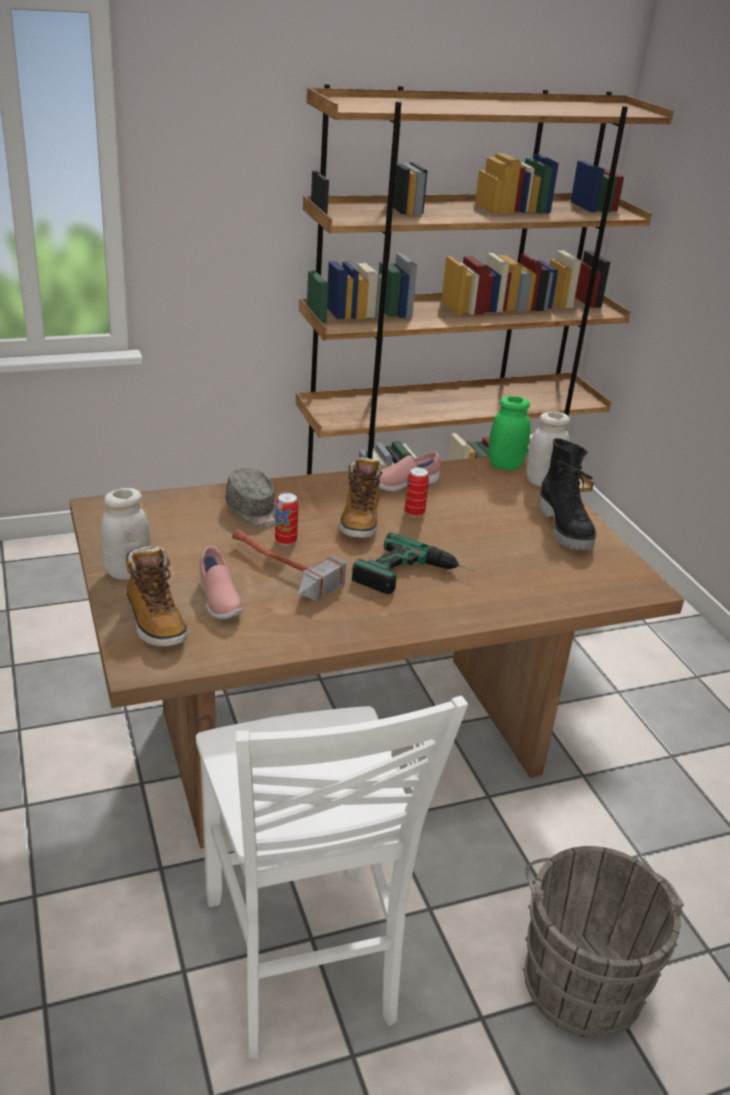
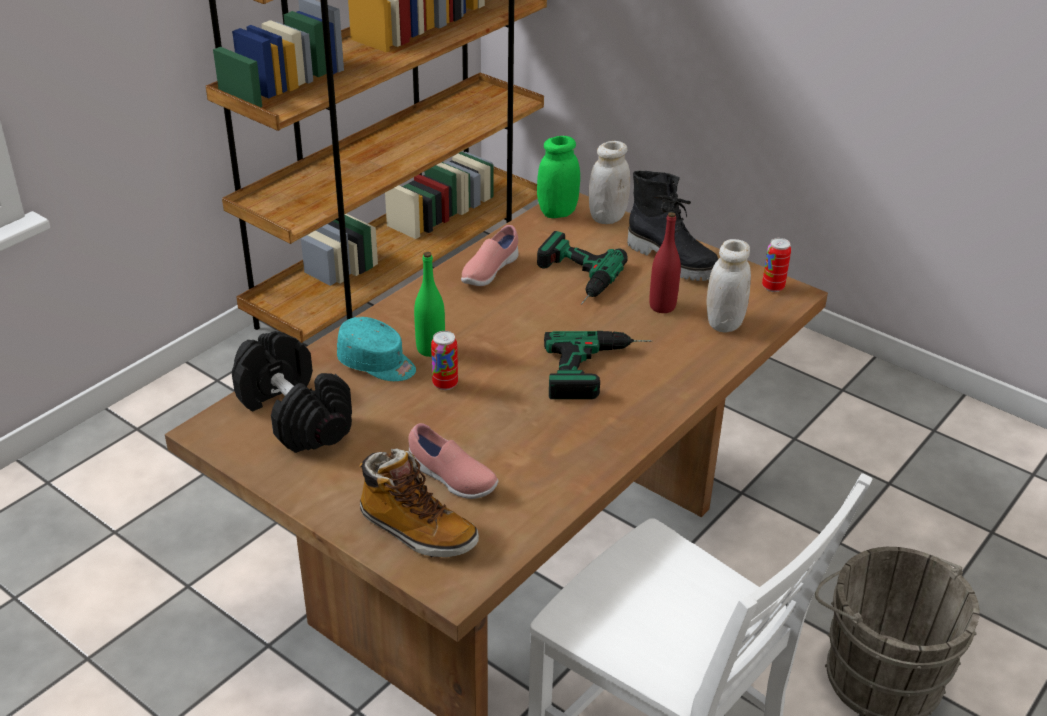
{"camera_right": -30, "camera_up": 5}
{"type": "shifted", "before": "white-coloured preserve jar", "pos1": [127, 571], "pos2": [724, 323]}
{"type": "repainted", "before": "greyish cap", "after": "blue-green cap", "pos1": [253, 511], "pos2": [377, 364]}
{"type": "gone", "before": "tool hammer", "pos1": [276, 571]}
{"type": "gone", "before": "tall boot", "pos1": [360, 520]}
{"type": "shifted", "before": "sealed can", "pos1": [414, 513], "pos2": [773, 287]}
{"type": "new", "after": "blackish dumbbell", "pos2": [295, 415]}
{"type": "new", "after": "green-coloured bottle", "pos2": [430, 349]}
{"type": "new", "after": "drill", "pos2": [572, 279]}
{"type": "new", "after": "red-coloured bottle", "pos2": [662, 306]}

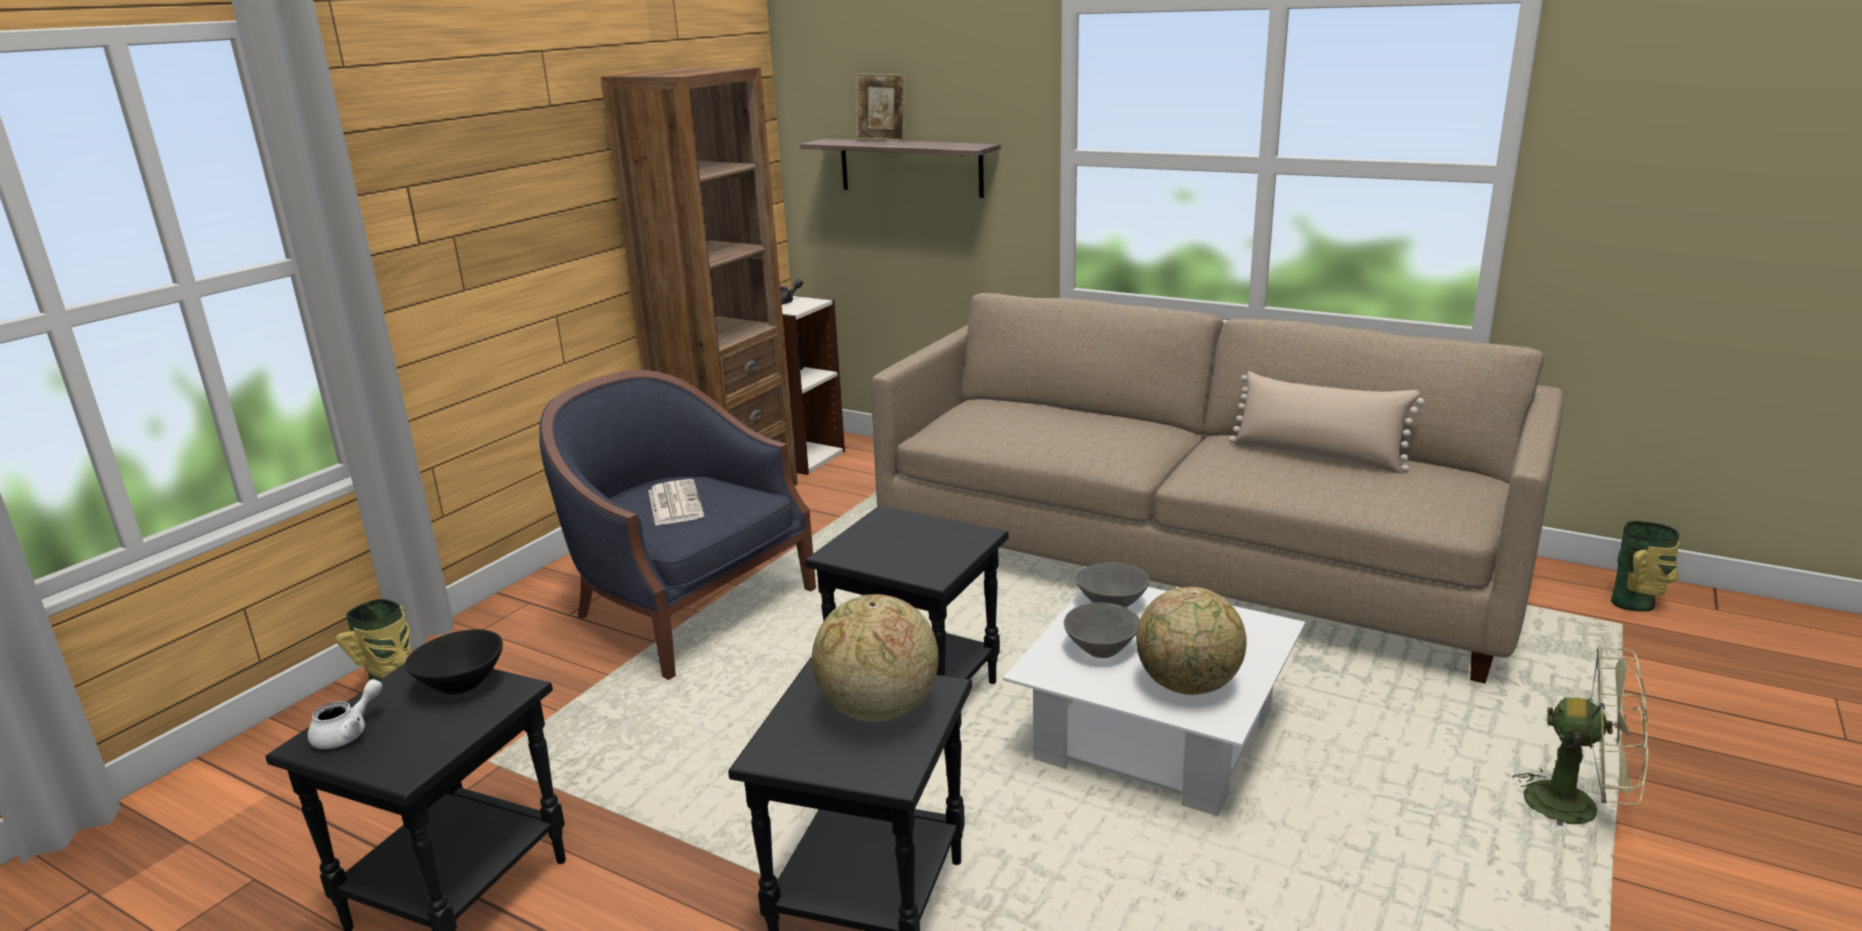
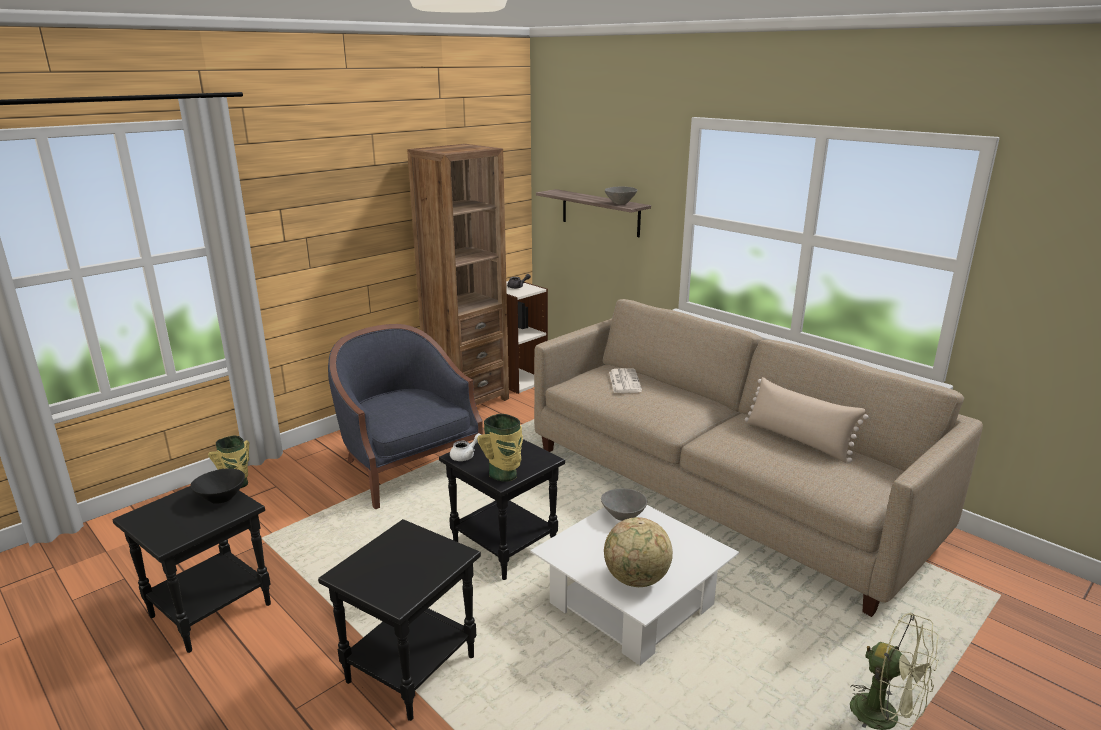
{"camera_right": 15, "camera_up": 0}
{"type": "shifted", "before": "white-coloured teapot", "pos1": [348, 733], "pos2": [466, 456]}
{"type": "shifted", "before": "printed paper", "pos1": [674, 503], "pos2": [624, 381]}
{"type": "gone", "before": "world globe", "pos1": [877, 710]}
{"type": "gone", "before": "photo frame", "pos1": [882, 140]}
{"type": "shifted", "before": "greyish deep dish", "pos1": [1100, 650], "pos2": [620, 203]}
{"type": "shifted", "before": "vase", "pos1": [1635, 604], "pos2": [504, 475]}

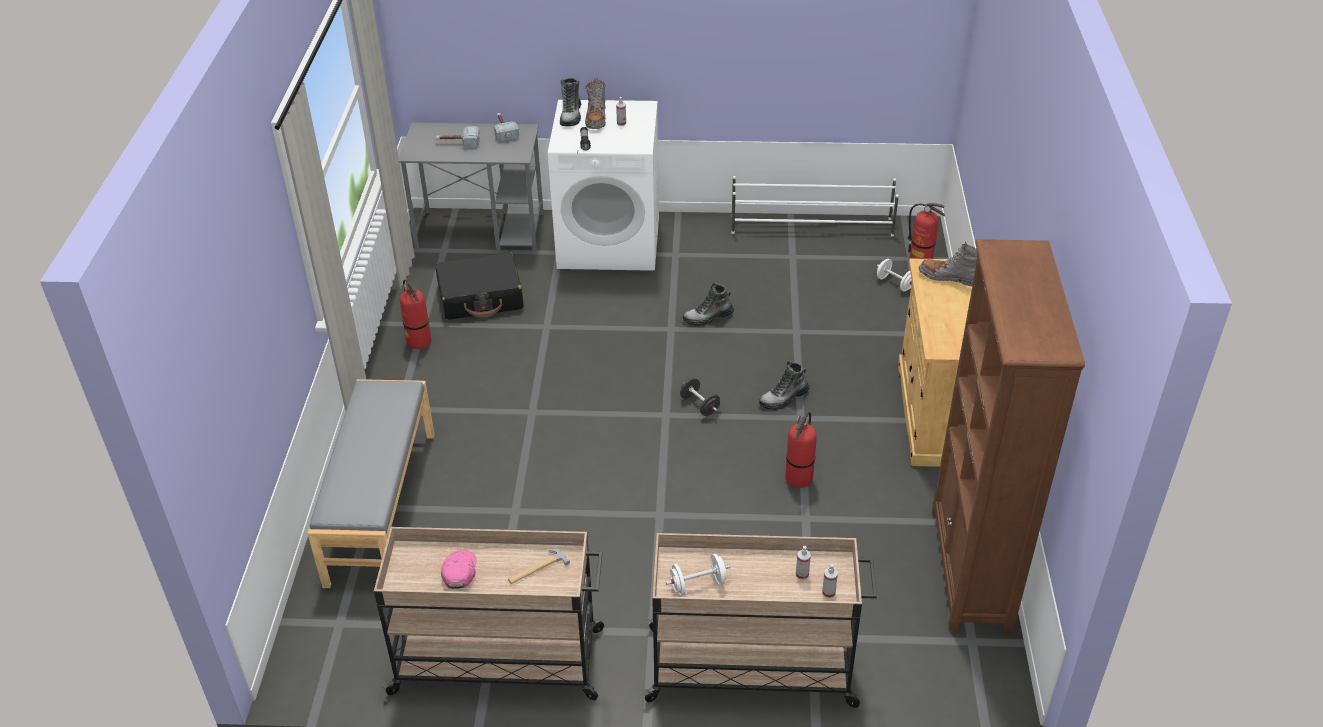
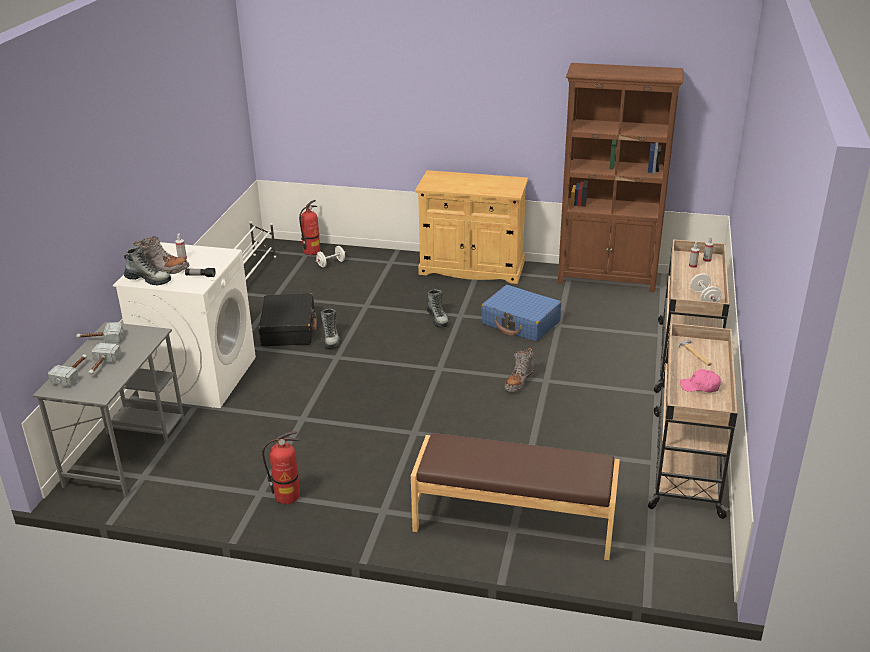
{"camera_right": -80, "camera_up": -10}
{"type": "repainted", "before": "greyish long seat", "after": "brown long seat", "pos1": [380, 507], "pos2": [513, 524]}
{"type": "shifted", "before": "blackish piece of luggage", "pos1": [481, 297], "pos2": [288, 329]}
{"type": "gone", "before": "blackish dumbbell", "pos1": [699, 405]}
{"type": "swapped", "before": "extinguisher", "after": "blue-coloured piece of luggage", "pos1": [799, 478], "pos2": [521, 323]}
{"type": "shifted", "before": "greyish tall boot", "pos1": [950, 277], "pos2": [518, 382]}
{"type": "new", "after": "tool hammer", "pos2": [73, 374]}

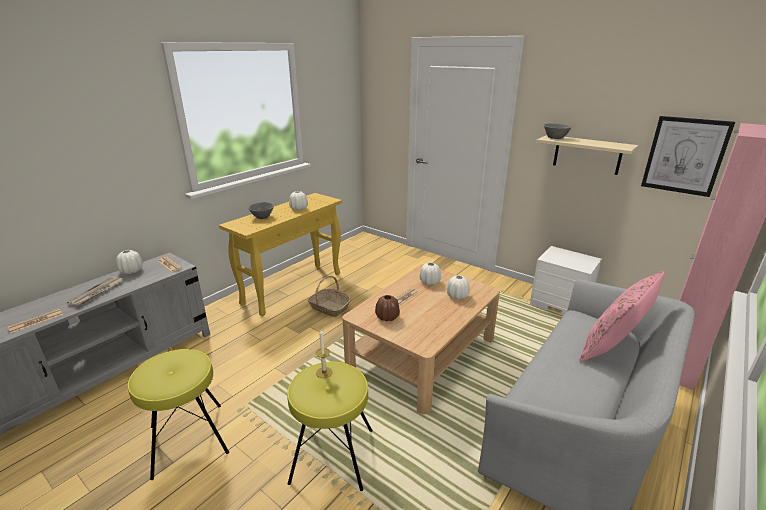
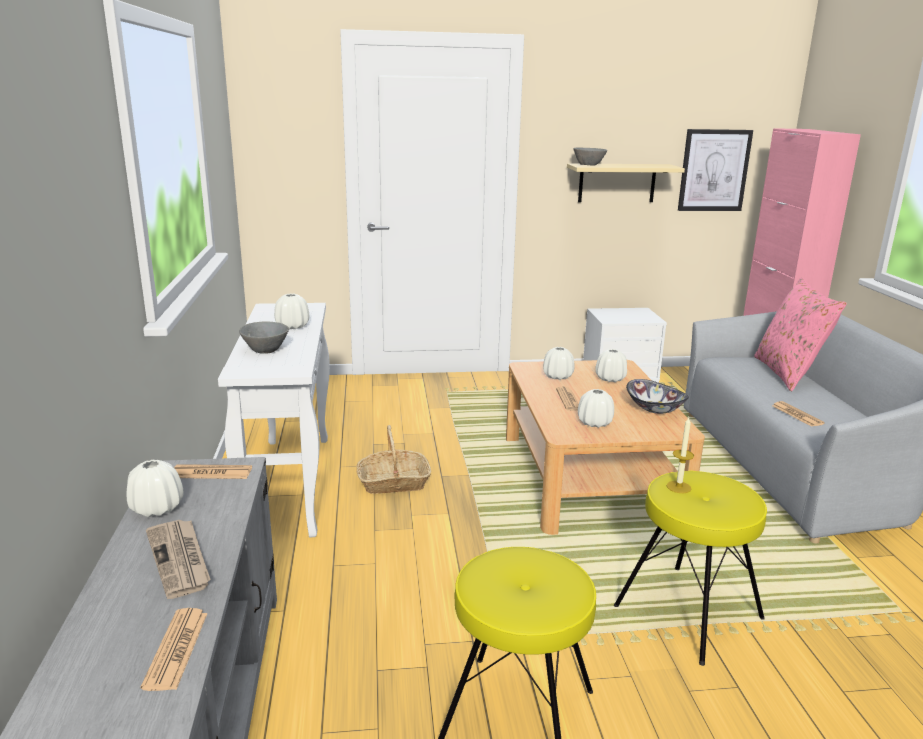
{"camera_right": -45, "camera_up": -5}
{"type": "repainted", "before": "yellowish narrow table", "after": "white-coloured narrow table", "pos1": [293, 288], "pos2": [289, 483]}
{"type": "repainted", "before": "brown vase", "after": "white-coloured vase", "pos1": [387, 317], "pos2": [595, 423]}
{"type": "new", "after": "deep dish", "pos2": [655, 409]}
{"type": "new", "after": "printed paper", "pos2": [797, 415]}

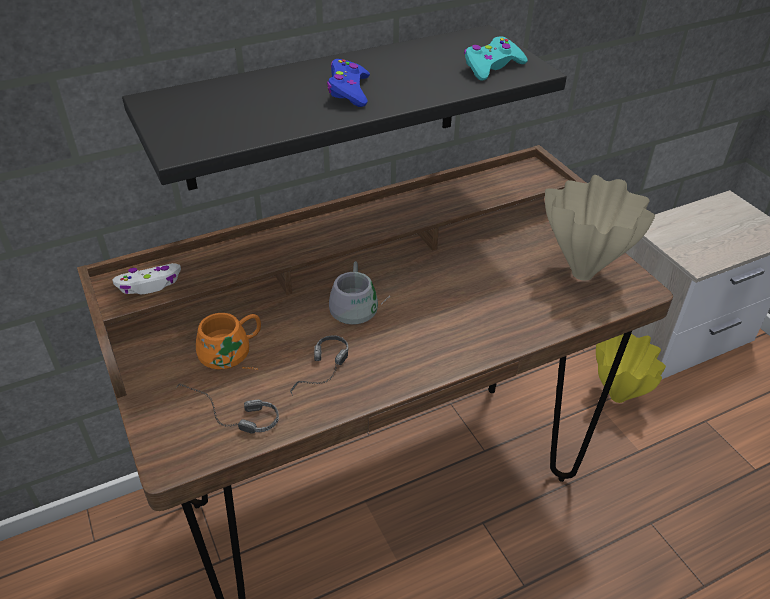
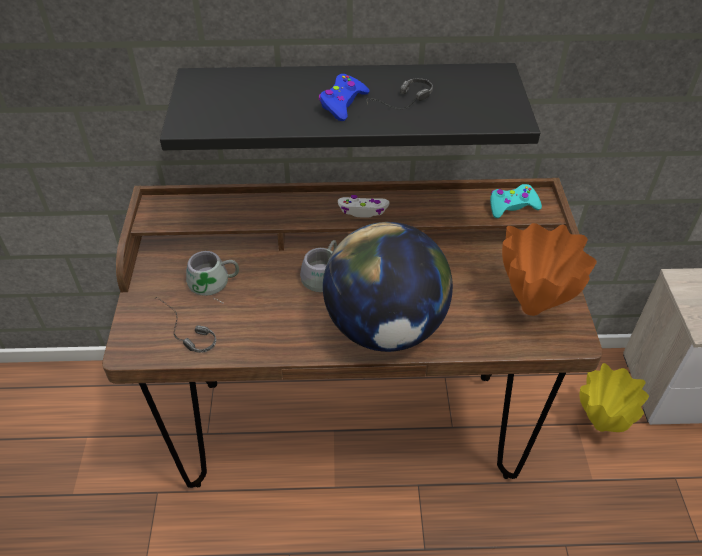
{"camera_right": 25, "camera_up": 5}
{"type": "shifted", "before": "white-coloured game controller", "pos1": [150, 284], "pos2": [363, 210]}
{"type": "repainted", "before": "orangey tea mug", "after": "greyish tea mug", "pos1": [233, 353], "pos2": [213, 285]}
{"type": "shifted", "before": "headset", "pos1": [322, 376], "pos2": [401, 105]}
{"type": "shifted", "before": "blue-green game controller", "pos1": [492, 67], "pos2": [512, 206]}
{"type": "repainted", "before": "beige vase", "after": "orangey vase", "pos1": [584, 274], "pos2": [532, 309]}
{"type": "new", "after": "world globe", "pos2": [385, 327]}

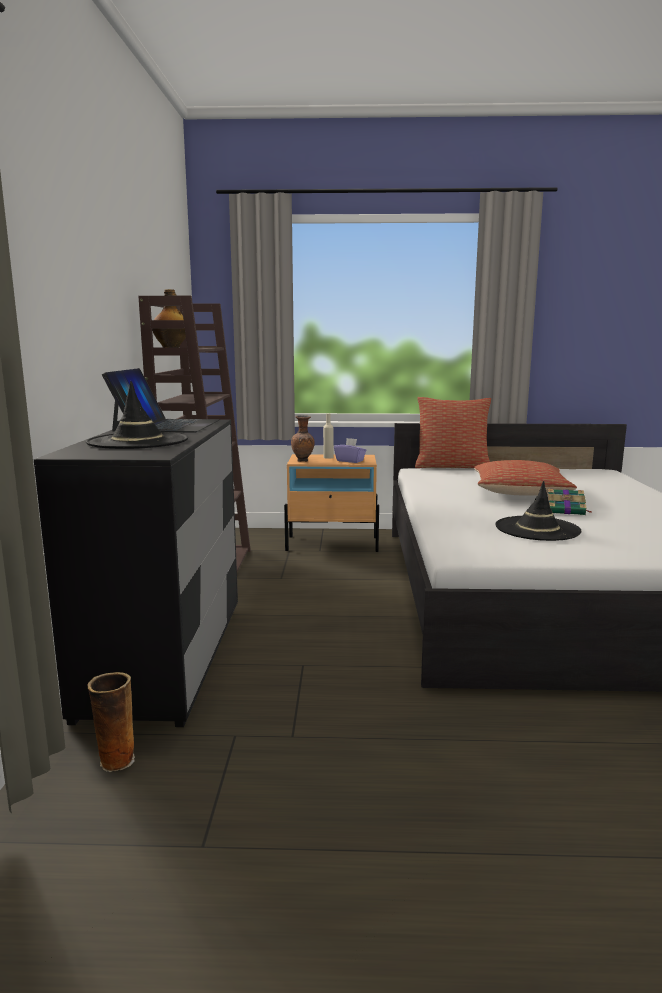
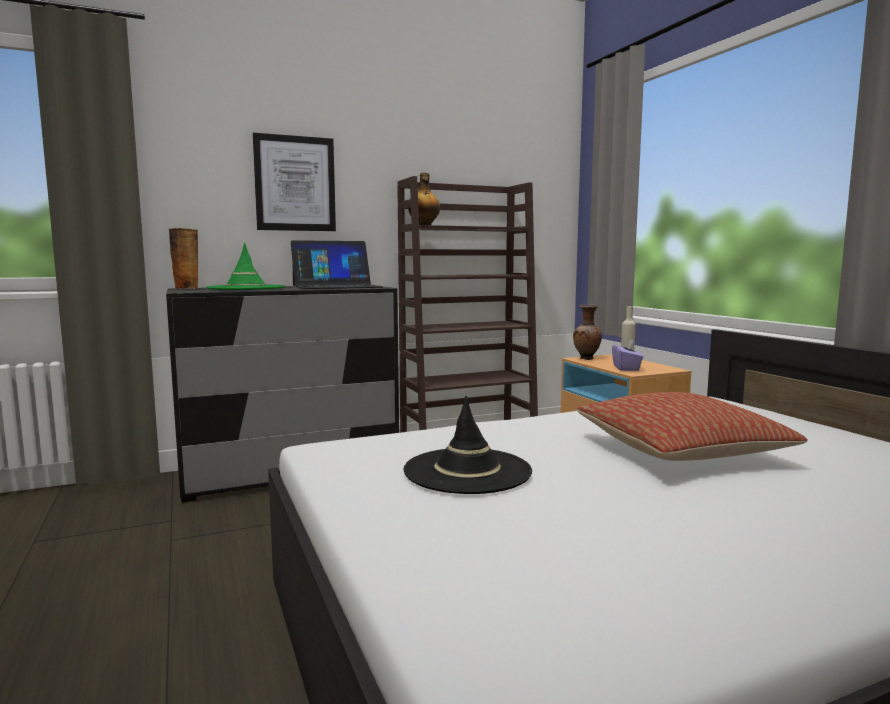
{"camera_right": 65, "camera_up": -5}
{"type": "repainted", "before": "blackish hat", "after": "green-coloured hat", "pos1": [138, 441], "pos2": [246, 288]}
{"type": "shifted", "before": "vase", "pos1": [116, 760], "pos2": [187, 288]}
{"type": "gone", "before": "pillow", "pos1": [452, 467]}
{"type": "gone", "before": "book", "pos1": [566, 511]}
{"type": "new", "after": "wall picture", "pos2": [295, 184]}

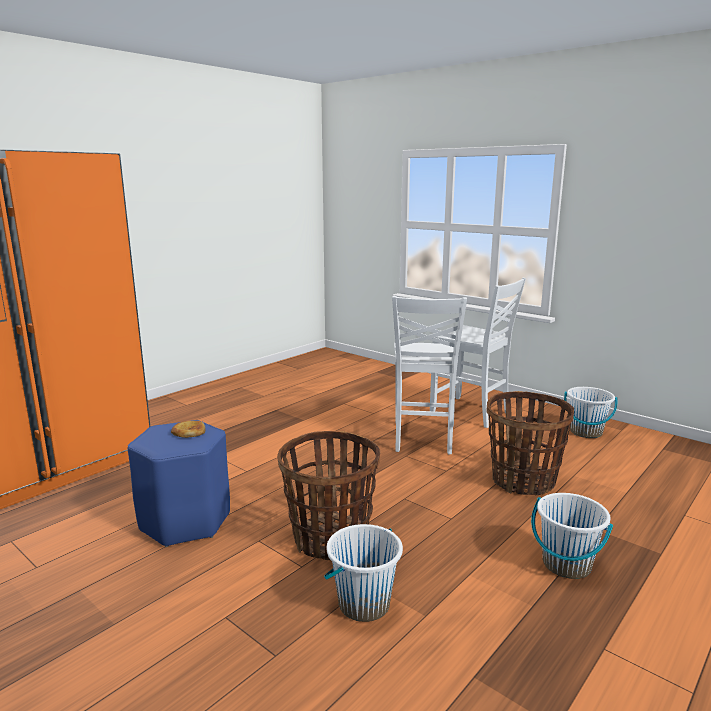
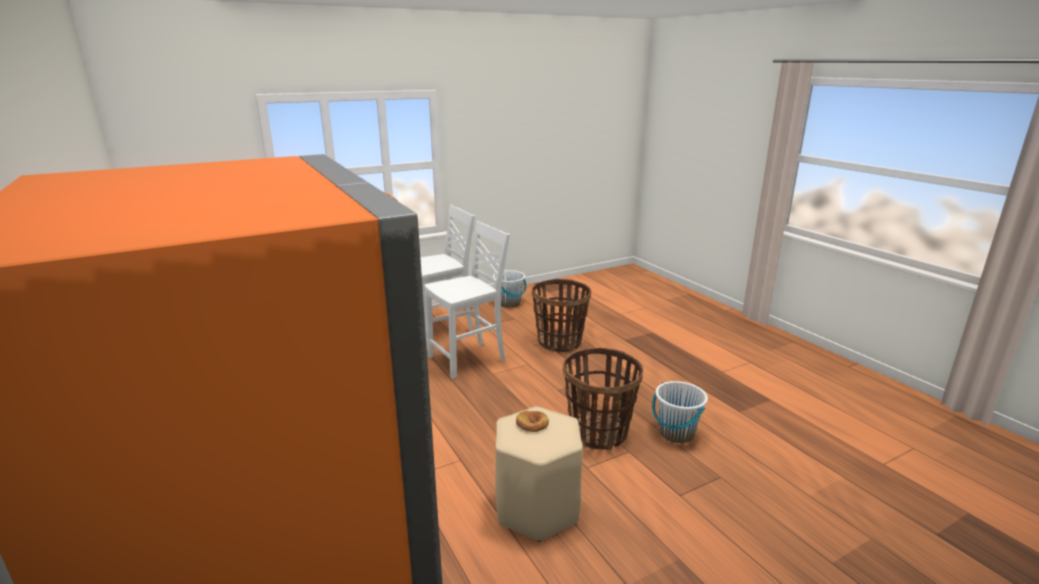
{"camera_right": -70, "camera_up": 5}
{"type": "repainted", "before": "blue-coloured sitting stool", "after": "beige sitting stool", "pos1": [185, 521], "pos2": [536, 508]}
{"type": "rotated", "before": "white-coloured plain chair", "pos1": [423, 438], "pos2": [469, 359], "turn": -60}
{"type": "gone", "before": "white-coloured bucket", "pos1": [566, 565]}

